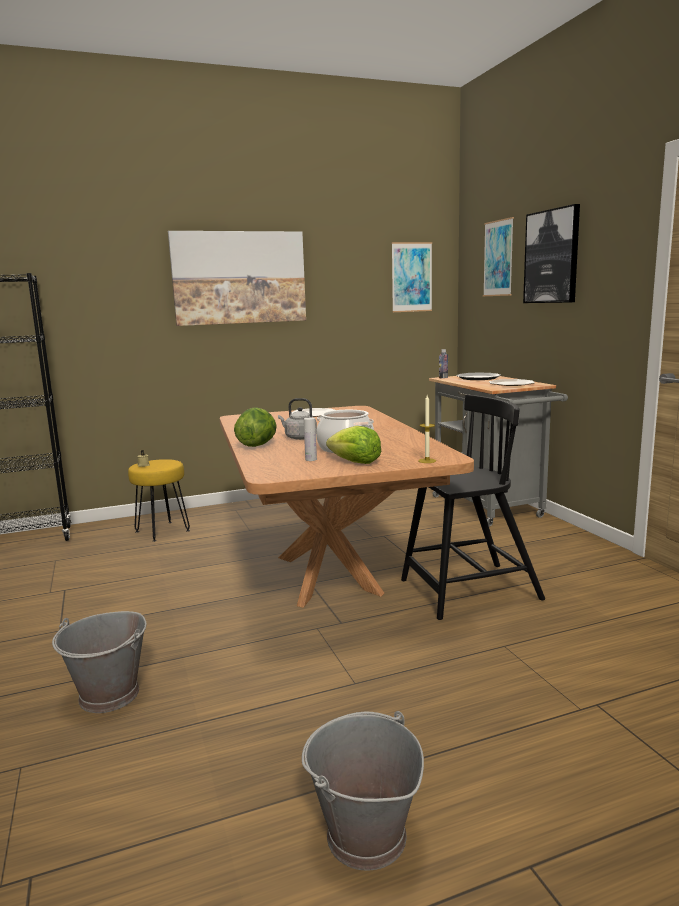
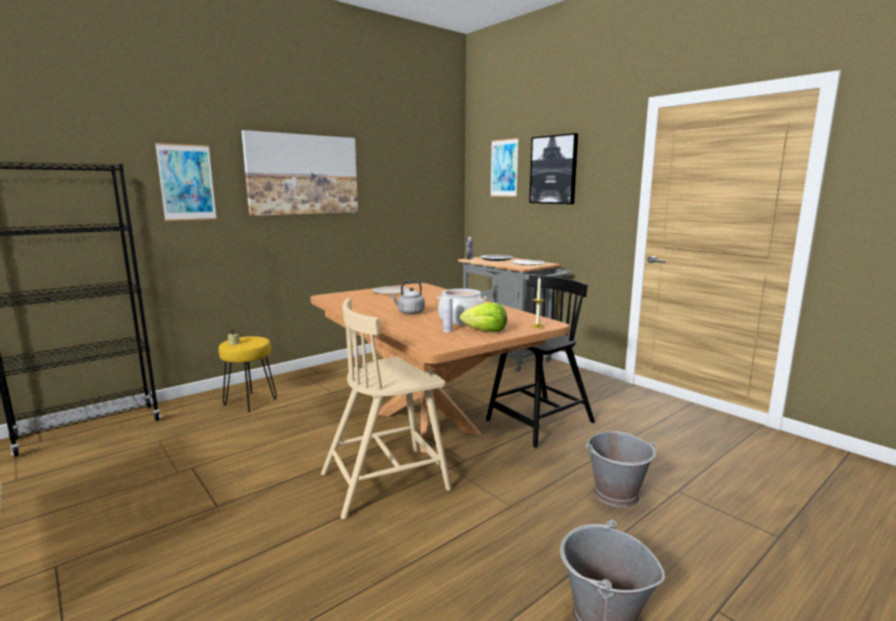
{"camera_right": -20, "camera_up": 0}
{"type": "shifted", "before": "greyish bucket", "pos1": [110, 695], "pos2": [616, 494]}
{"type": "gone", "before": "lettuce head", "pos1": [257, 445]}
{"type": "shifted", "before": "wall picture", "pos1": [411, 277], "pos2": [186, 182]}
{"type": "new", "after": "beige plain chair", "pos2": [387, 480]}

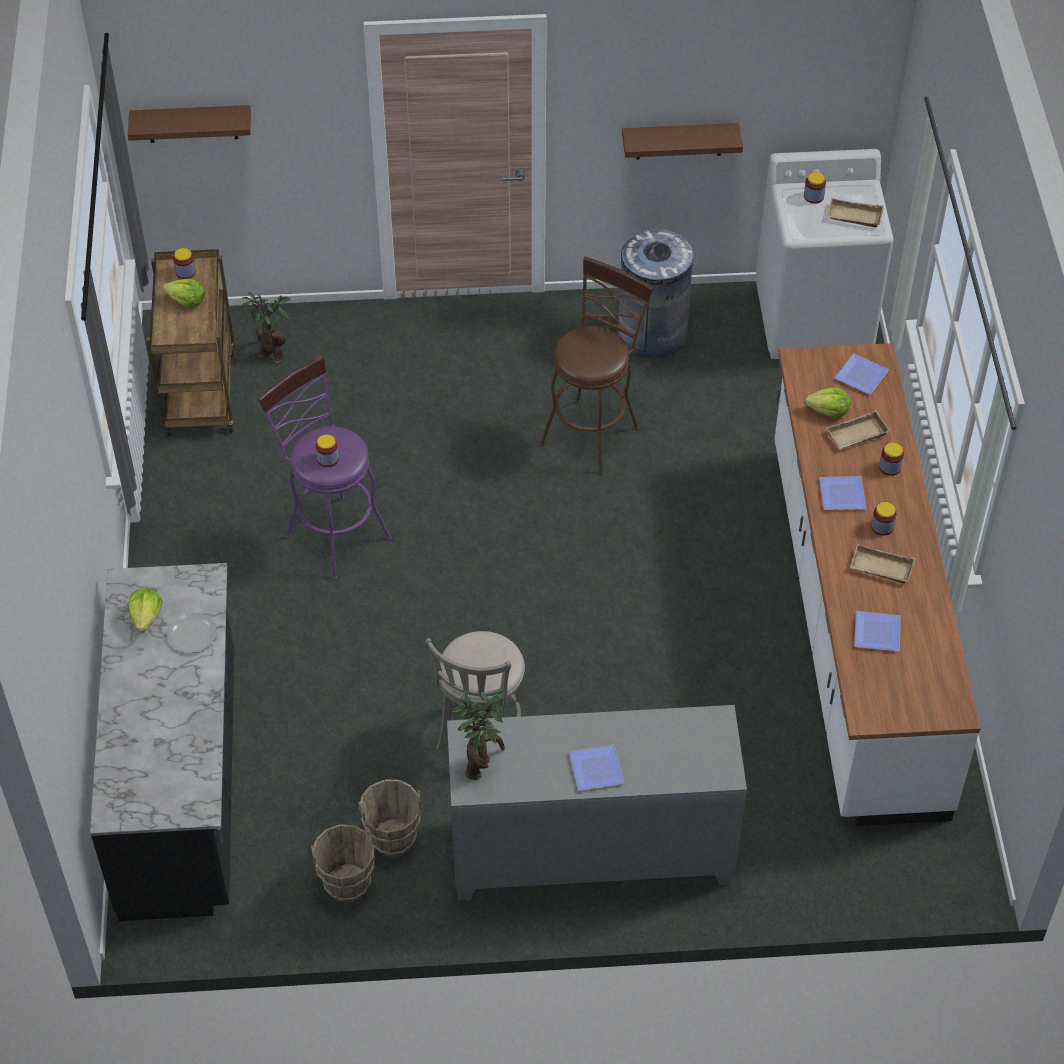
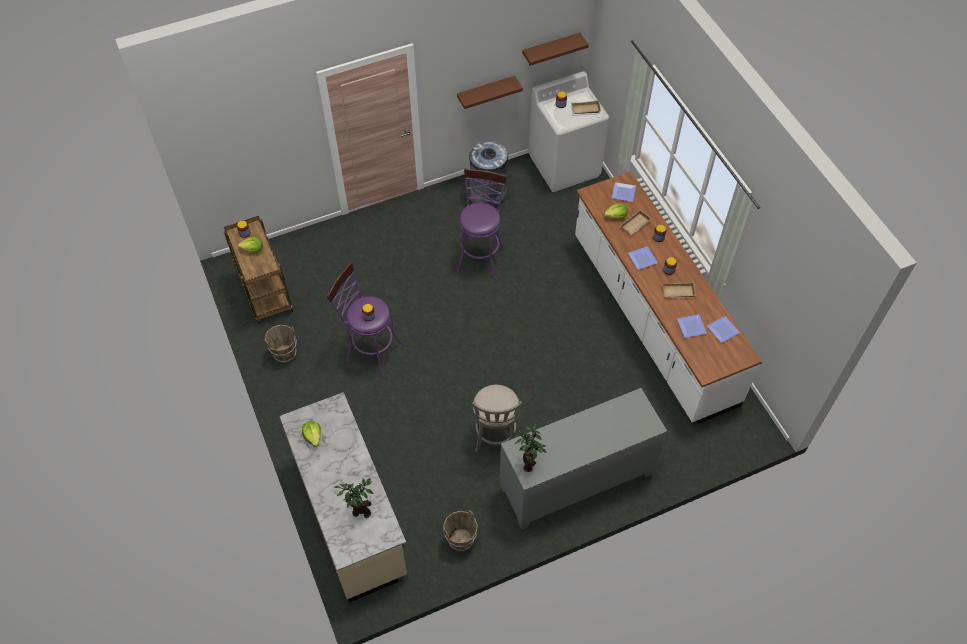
{"camera_right": -20, "camera_up": 5}
{"type": "repainted", "before": "blackish kitchen counter", "after": "beige kitchen counter", "pos1": [183, 785], "pos2": [351, 515]}
{"type": "shifted", "before": "brown wall shelf", "pos1": [192, 123], "pos2": [550, 49]}
{"type": "shifted", "before": "houseplant", "pos1": [270, 354], "pos2": [359, 511]}
{"type": "shifted", "before": "brown bucket", "pos1": [393, 838], "pos2": [285, 354]}
{"type": "repainted", "before": "brown sitting stool", "after": "purple-coloured sitting stool", "pos1": [593, 431], "pos2": [481, 255]}
{"type": "shifted", "before": "plate", "pos1": [598, 770], "pos2": [724, 330]}

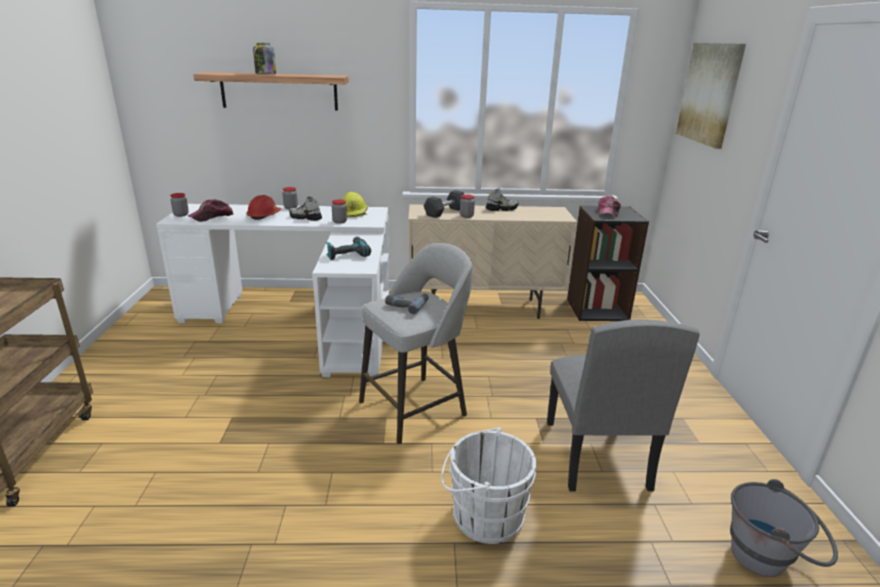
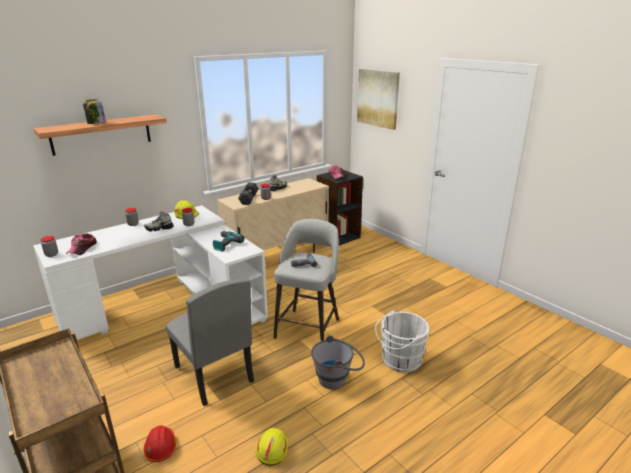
{"camera_right": -35, "camera_up": 0}
{"type": "shifted", "before": "red-coloured safety helmet", "pos1": [264, 215], "pos2": [161, 448]}
{"type": "shifted", "before": "greyish plain chair", "pos1": [595, 454], "pos2": [213, 374]}
{"type": "shifted", "before": "greyish bucket", "pos1": [769, 559], "pos2": [337, 378]}
{"type": "new", "after": "yellowish safety helmet", "pos2": [271, 449]}

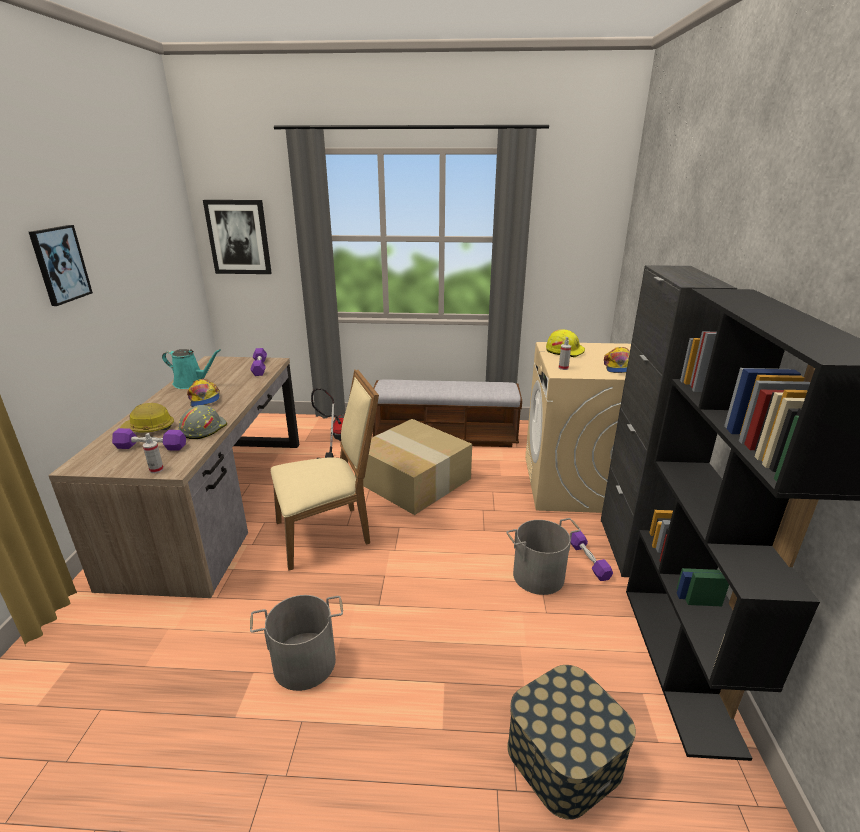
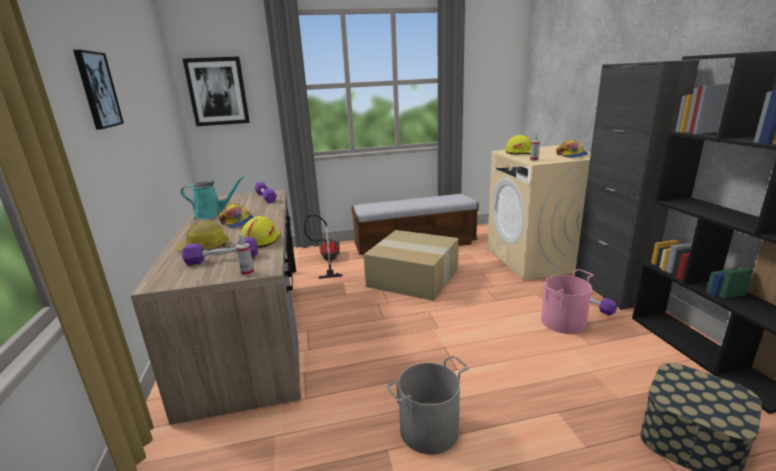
{"camera_right": -15, "camera_up": -5}
{"type": "repainted", "before": "greyish safety helmet", "after": "yellowish safety helmet", "pos1": [203, 429], "pos2": [260, 240]}
{"type": "gone", "before": "beige plain chair", "pos1": [328, 533]}
{"type": "repainted", "before": "greyish bucket", "after": "pinkish bucket", "pos1": [538, 575], "pos2": [562, 321]}

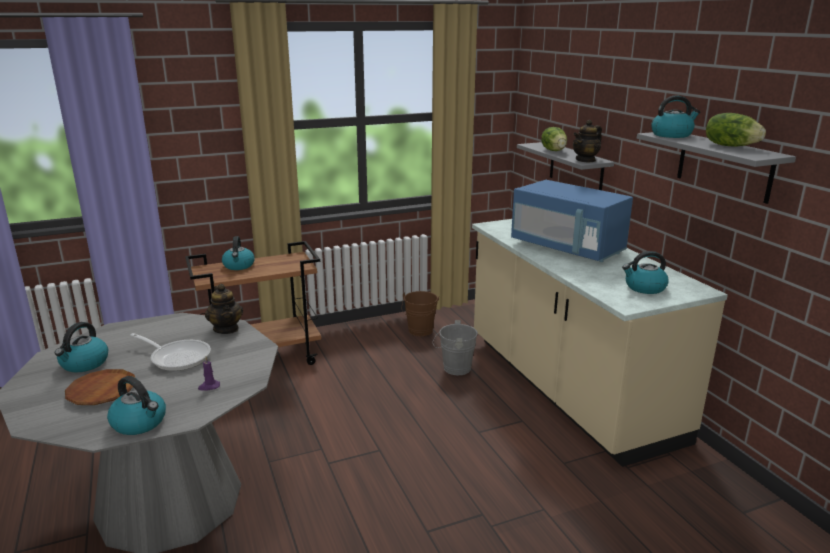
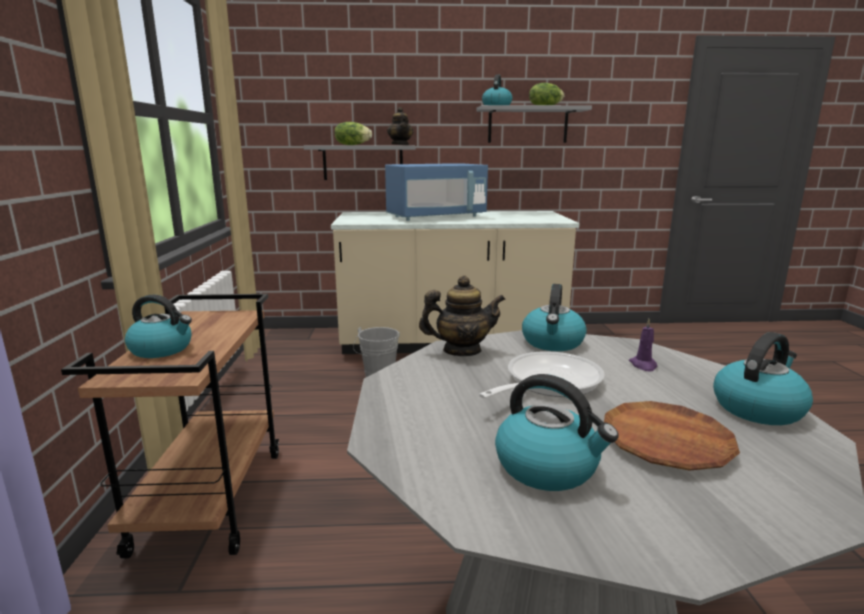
{"camera_right": -70, "camera_up": -5}
{"type": "gone", "before": "brown bucket", "pos1": [419, 332]}
{"type": "shifted", "before": "water kettle", "pos1": [644, 288], "pos2": [553, 343]}

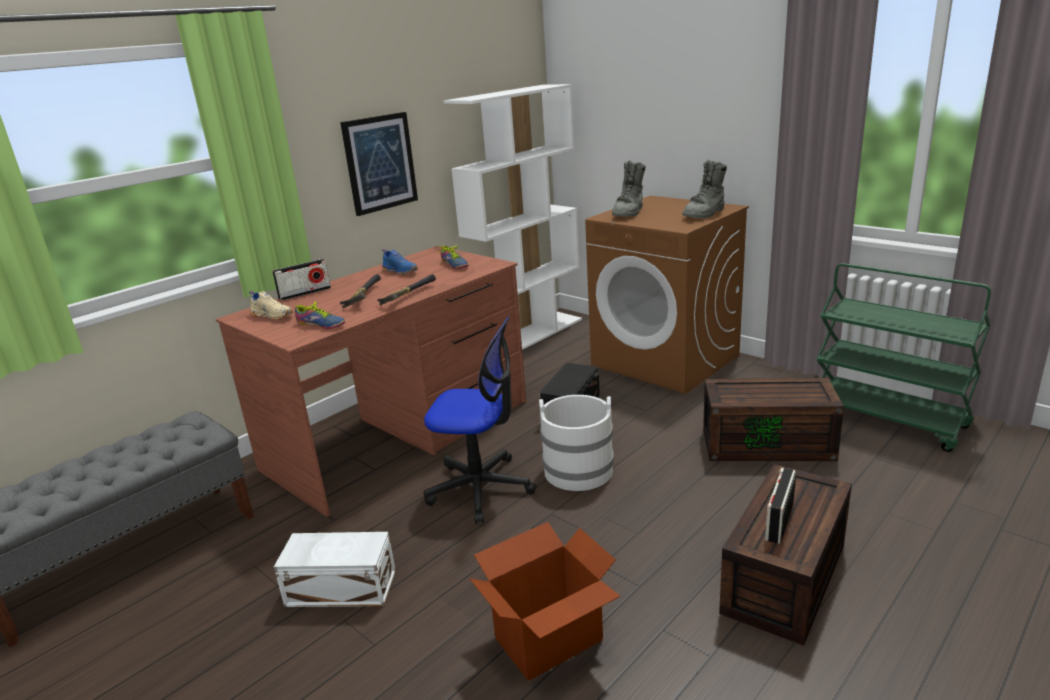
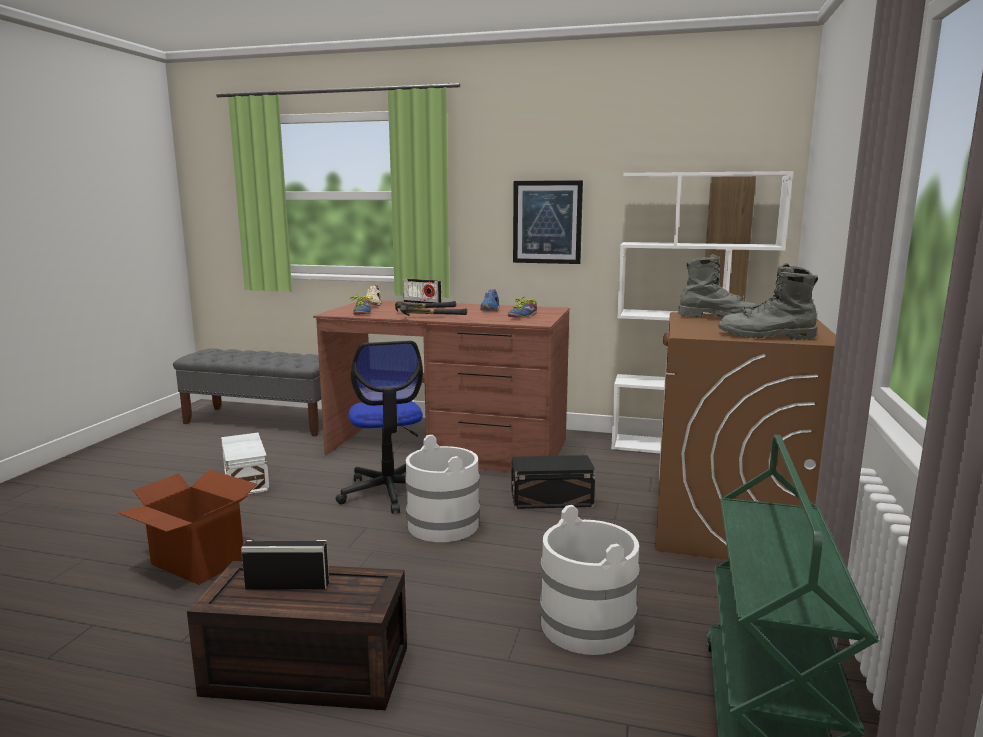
{"camera_right": 60, "camera_up": -10}
{"type": "rotated", "before": "greyish tall boot", "pos1": [629, 213], "pos2": [719, 318], "turn": -150}
{"type": "swapped", "before": "brown storage box", "after": "white-coloured bucket", "pos1": [768, 443], "pos2": [588, 625]}

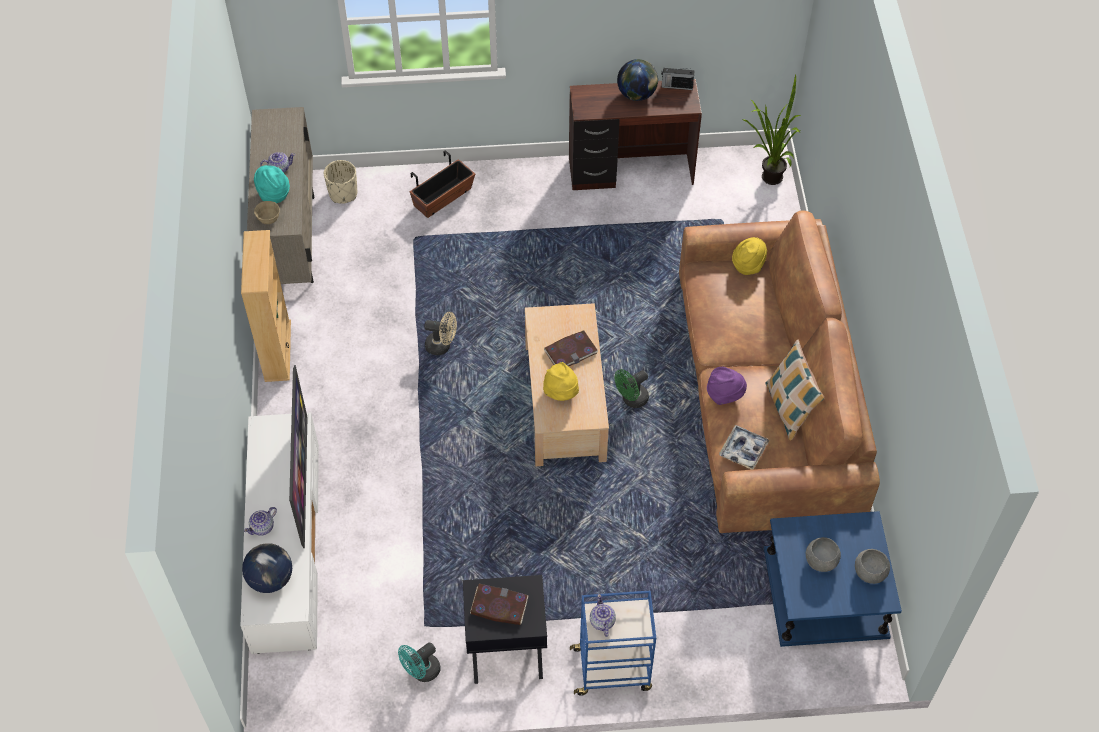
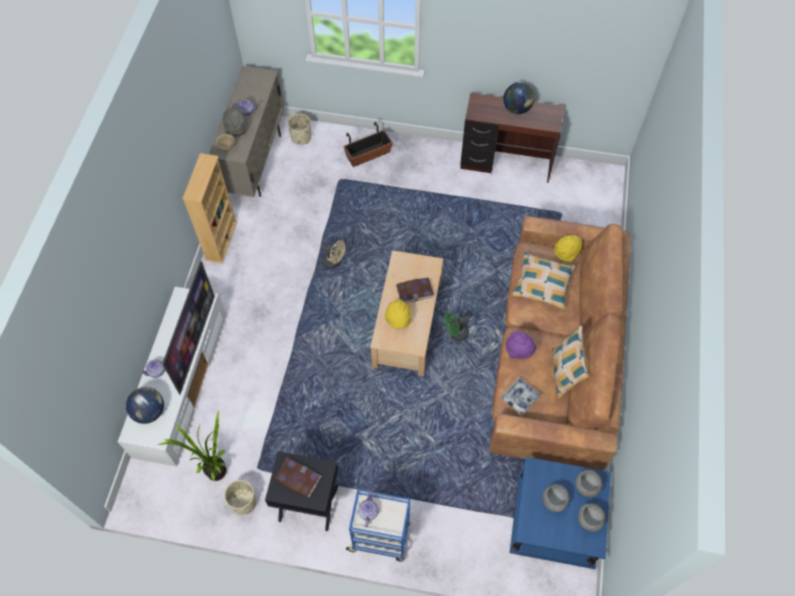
{"camera_right": 15, "camera_up": 5}
{"type": "repainted", "before": "blue-green hat", "after": "greyish hat", "pos1": [273, 193], "pos2": [236, 129]}
{"type": "swapped", "before": "blue-green electric fan", "after": "beige planter", "pos1": [421, 672], "pos2": [244, 502]}
{"type": "gone", "before": "radio receiver", "pos1": [676, 86]}
{"type": "shifted", "before": "houseplant", "pos1": [766, 178], "pos2": [212, 470]}
{"type": "new", "after": "pillow", "pos2": [542, 284]}
{"type": "new", "after": "greyish deep dish", "pos2": [587, 486]}

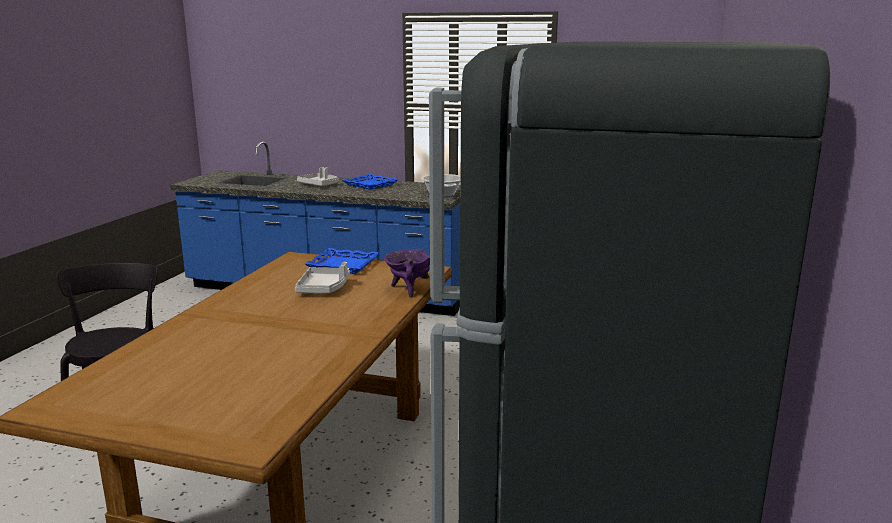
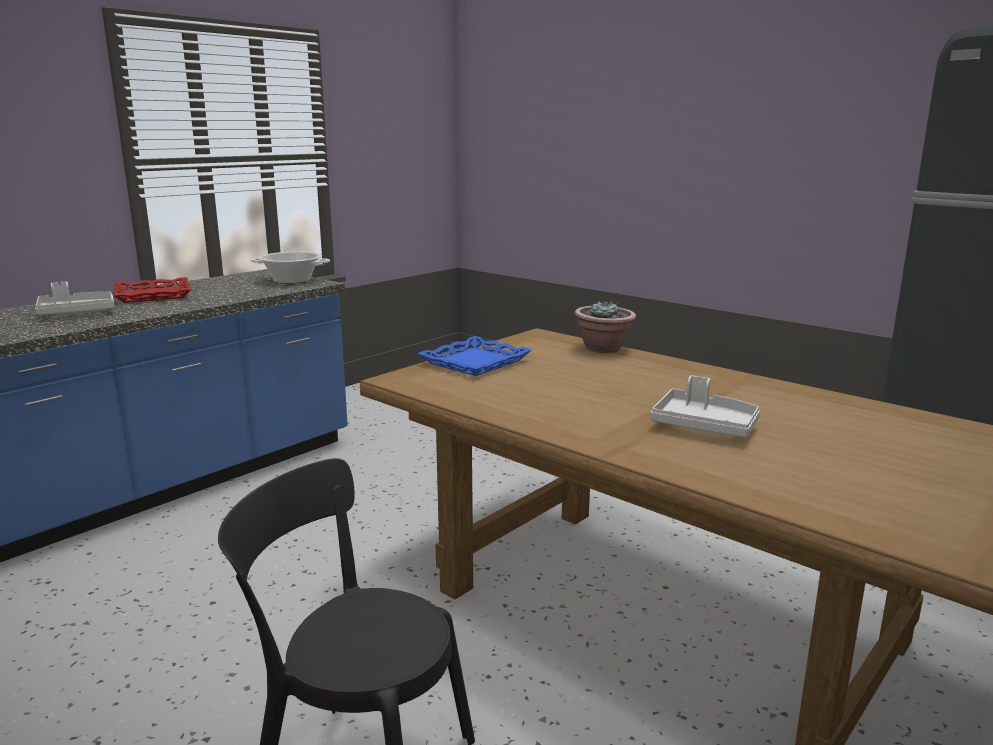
{"camera_right": -65, "camera_up": 0}
{"type": "shifted", "before": "greyish tray", "pos1": [324, 288], "pos2": [704, 426]}
{"type": "repainted", "before": "blue-coloured tray", "after": "red-coloured tray", "pos1": [370, 185], "pos2": [153, 295]}
{"type": "swapped", "before": "purple-coloured stockpot", "after": "houseplant", "pos1": [409, 289], "pos2": [603, 349]}

